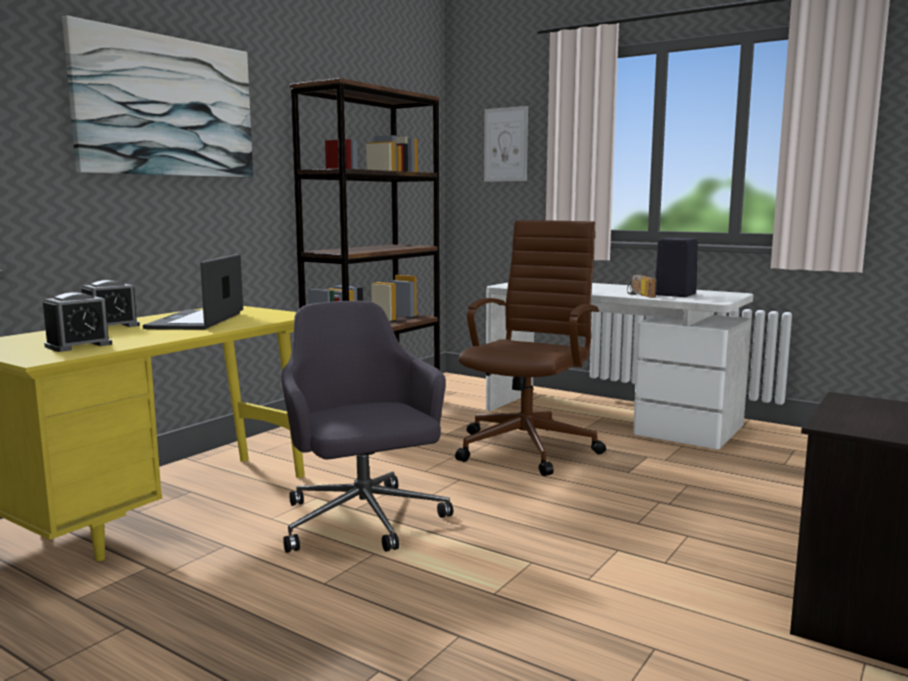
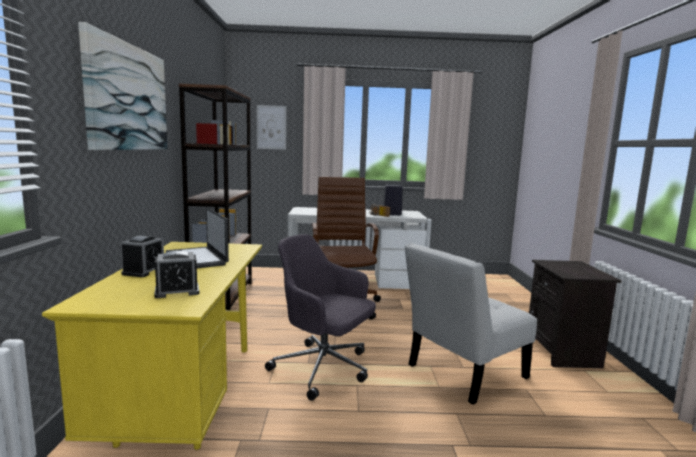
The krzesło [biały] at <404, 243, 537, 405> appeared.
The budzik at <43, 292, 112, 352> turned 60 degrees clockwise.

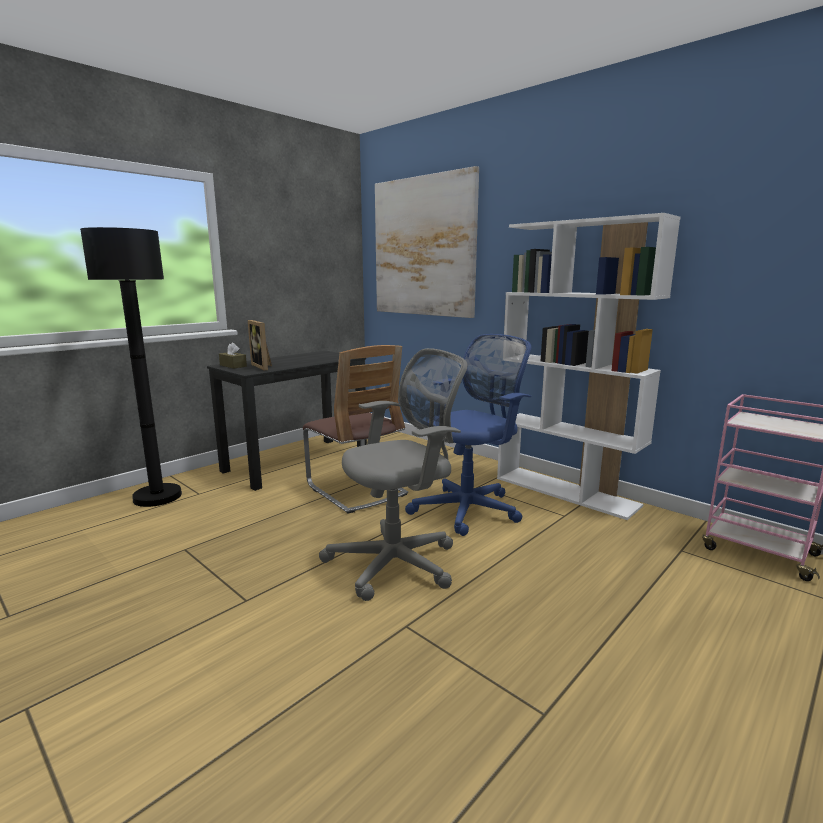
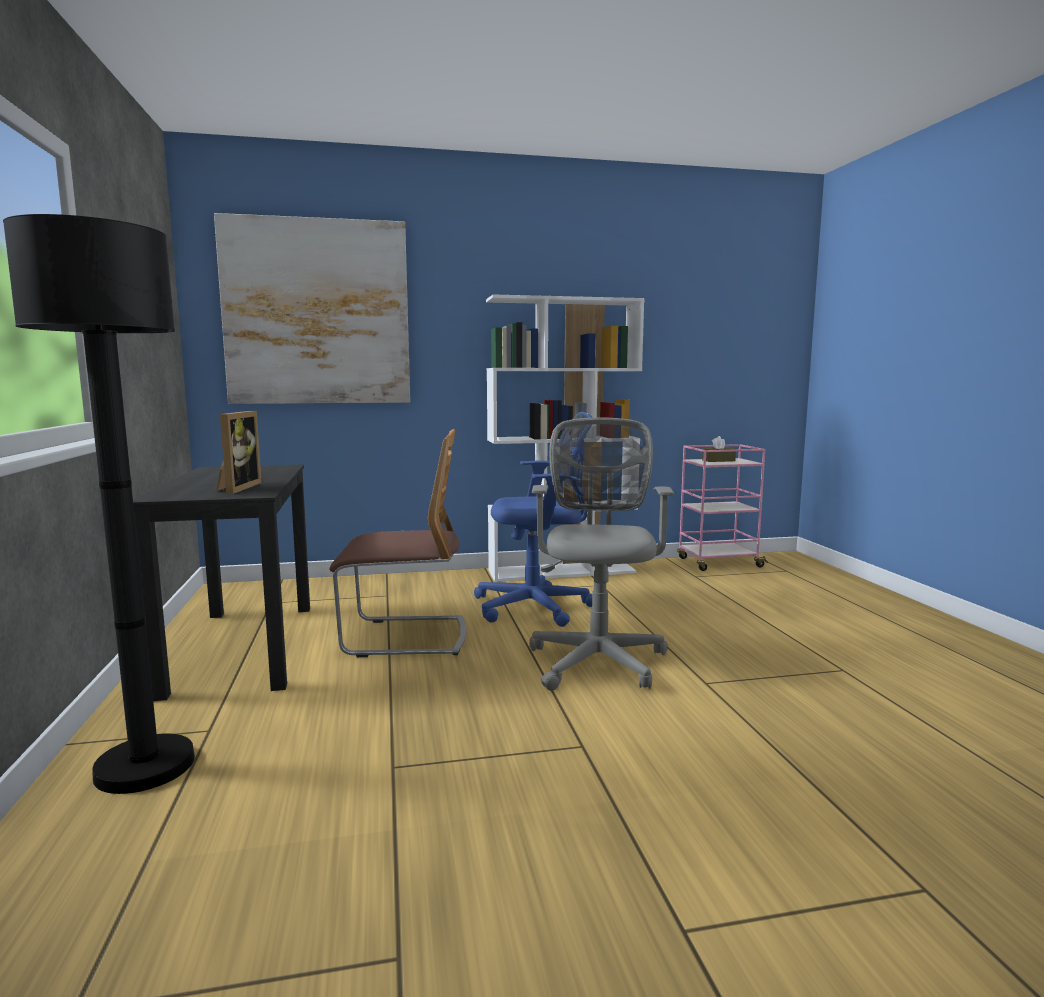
The pudełko chusteczek [brązowy] moved from <219, 342, 247, 369> to <702, 436, 736, 462>.
The ramka na zdjęcie at <248, 320, 272, 371> turned 90 degrees counterclockwise.
The krzesło biurowe [niebieski] at <405, 334, 531, 536> turned 90 degrees clockwise.

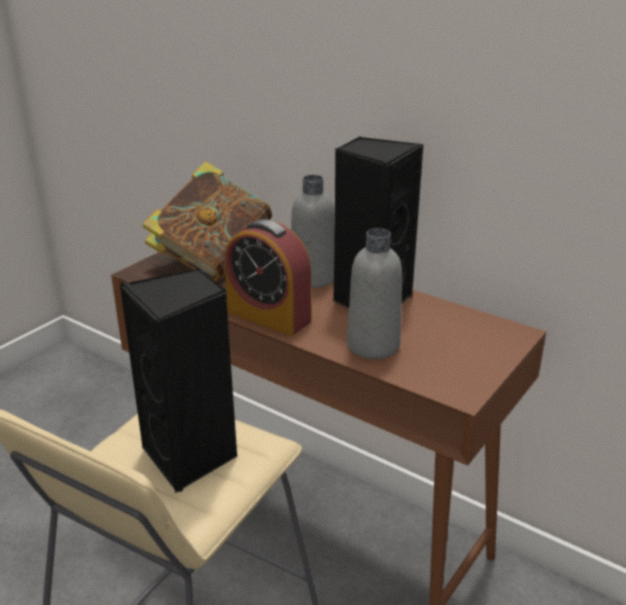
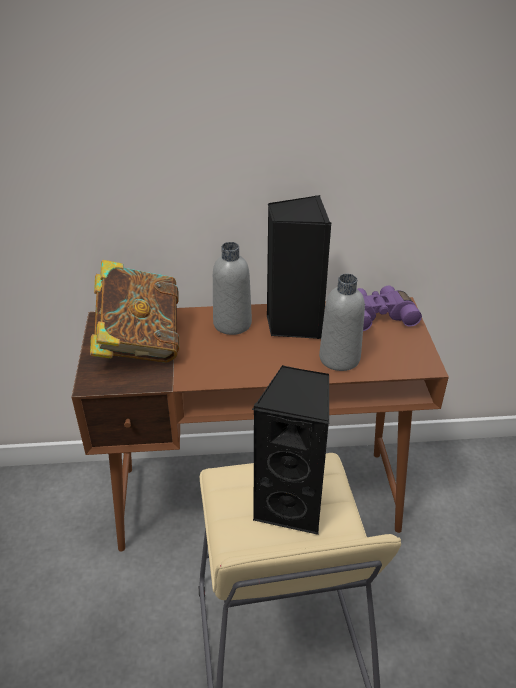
The budzik at <225, 219, 311, 336> disappeared.
The lornetka [fioletowy] at <358, 286, 422, 331> appeared.

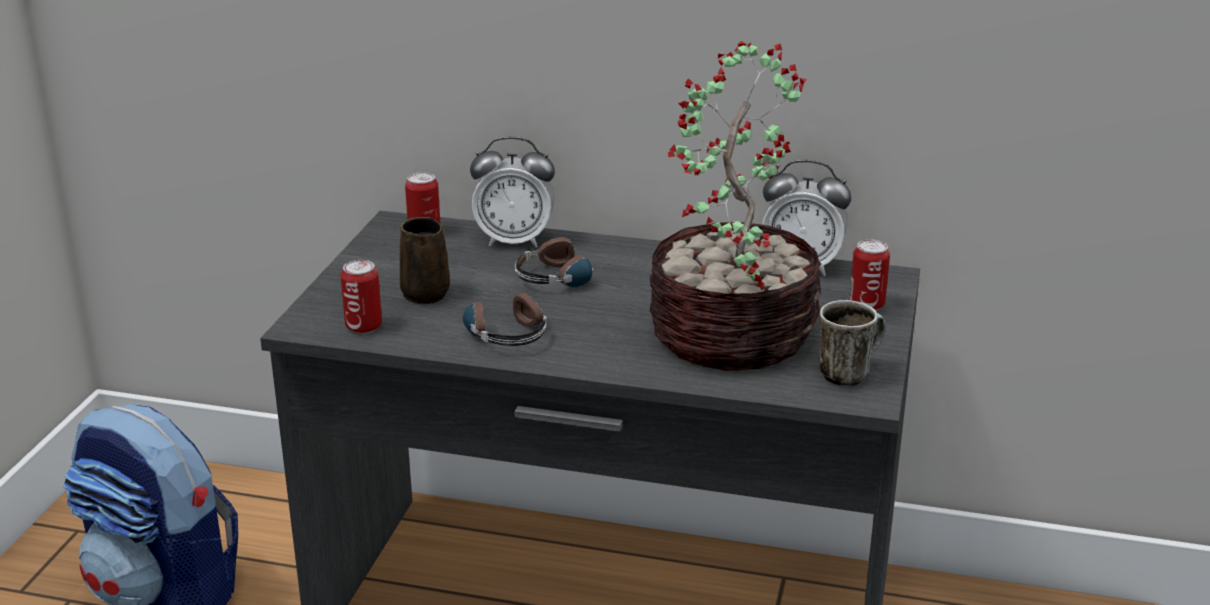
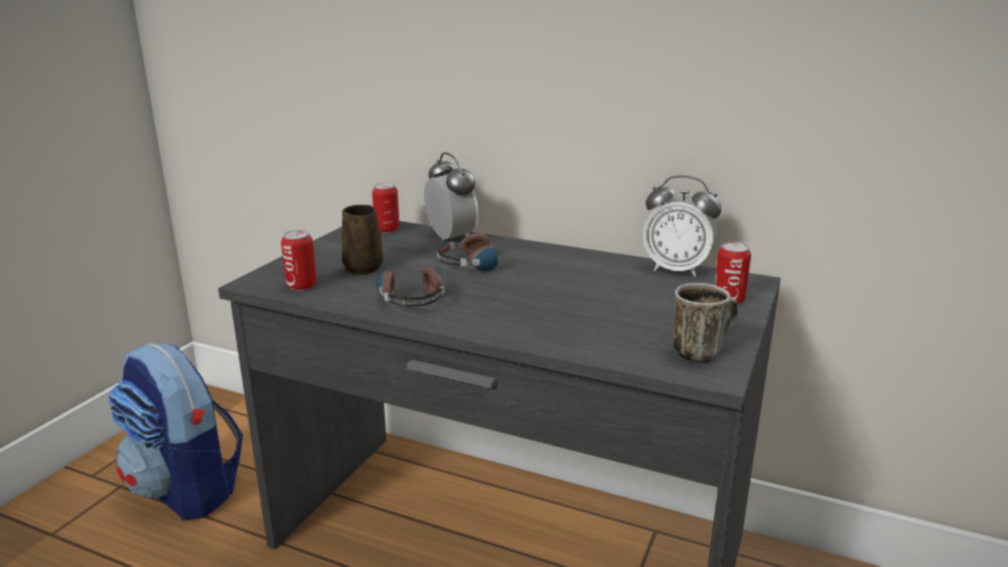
The roślina doniczkowa at <650, 41, 822, 371> disappeared.
The budzik at <470, 136, 555, 248> turned 135 degrees counterclockwise.

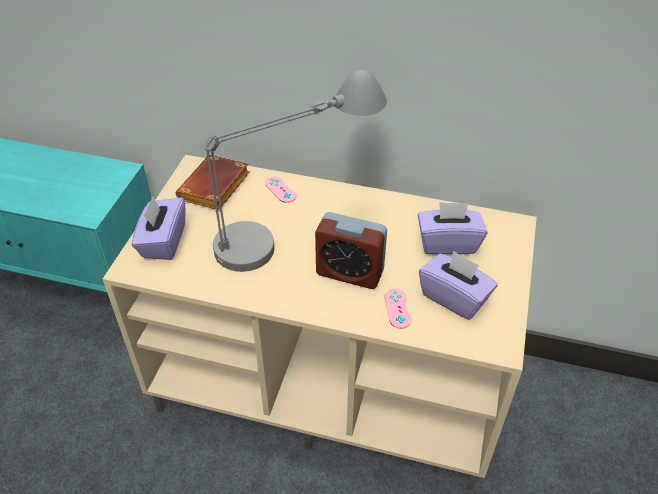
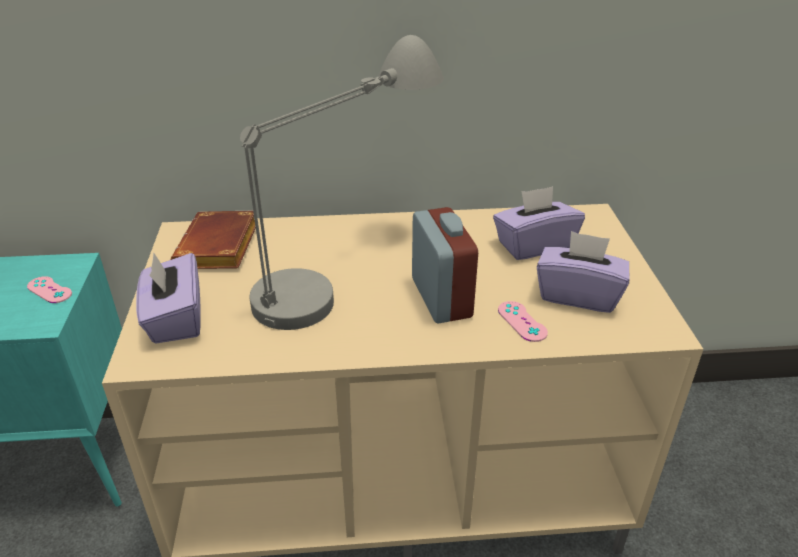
The pad do gier [różowy] moved from <265, 177, 296, 203> to <27, 276, 72, 303>.
The budzik at <315, 212, 387, 289> turned 105 degrees counterclockwise.

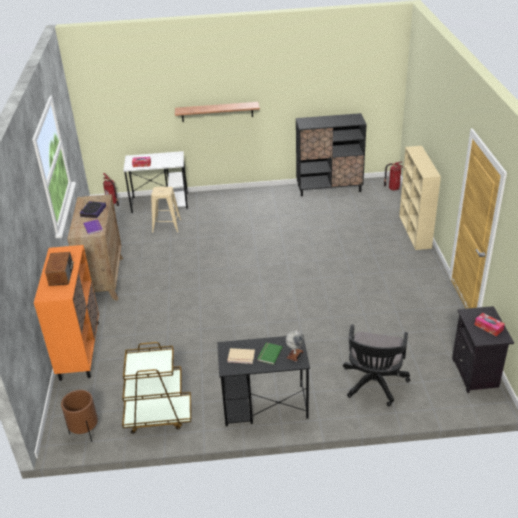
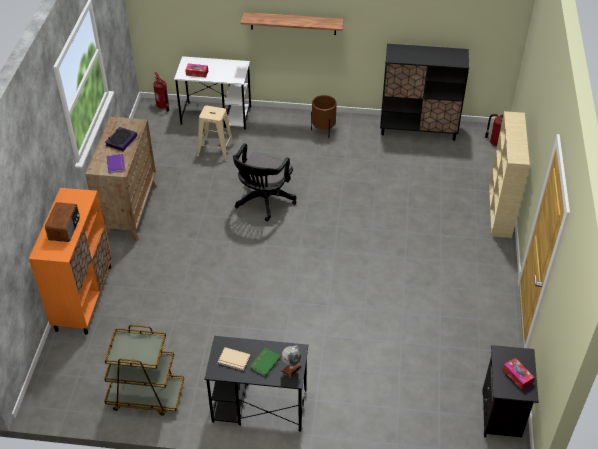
The donica [brązowy] moved from <61, 390, 98, 442> to <311, 95, 337, 133>.
The krzesło biurowe [czarny] moved from <343, 324, 410, 406> to <233, 143, 296, 221>.

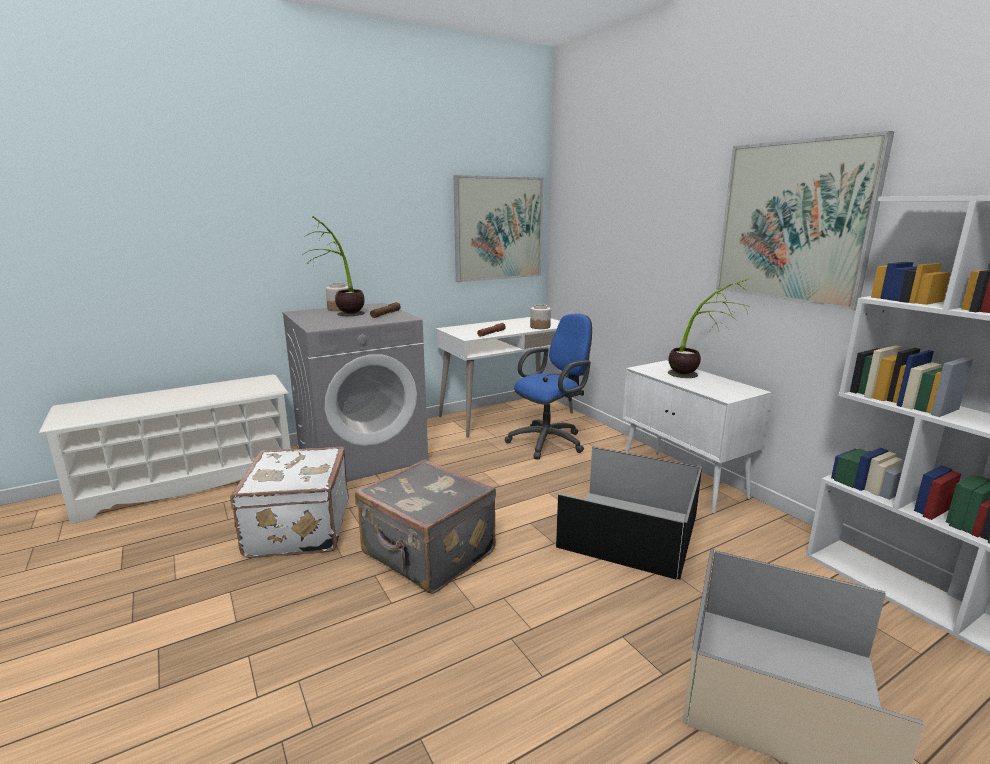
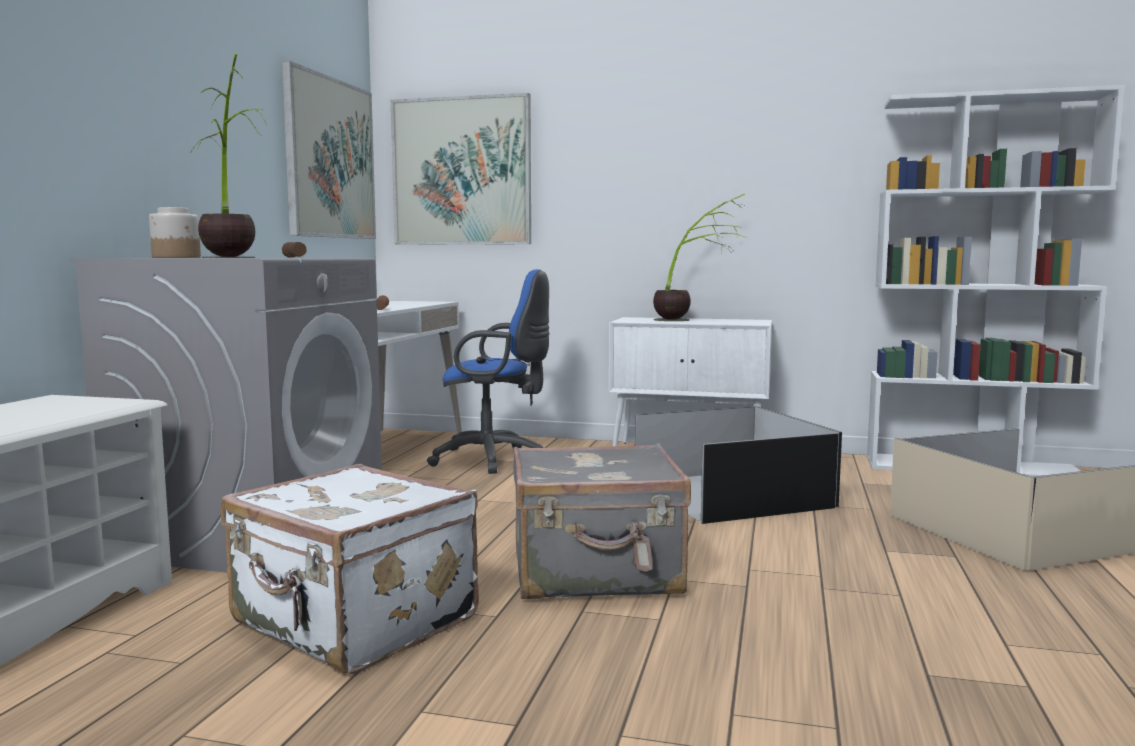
The słoik at <530, 304, 551, 329> disappeared.
The obraz moved from <716, 131, 894, 311> to <391, 93, 531, 245>.
The krzesło biurowe [niebieski] at <505, 314, 592, 460> turned 90 degrees clockwise.

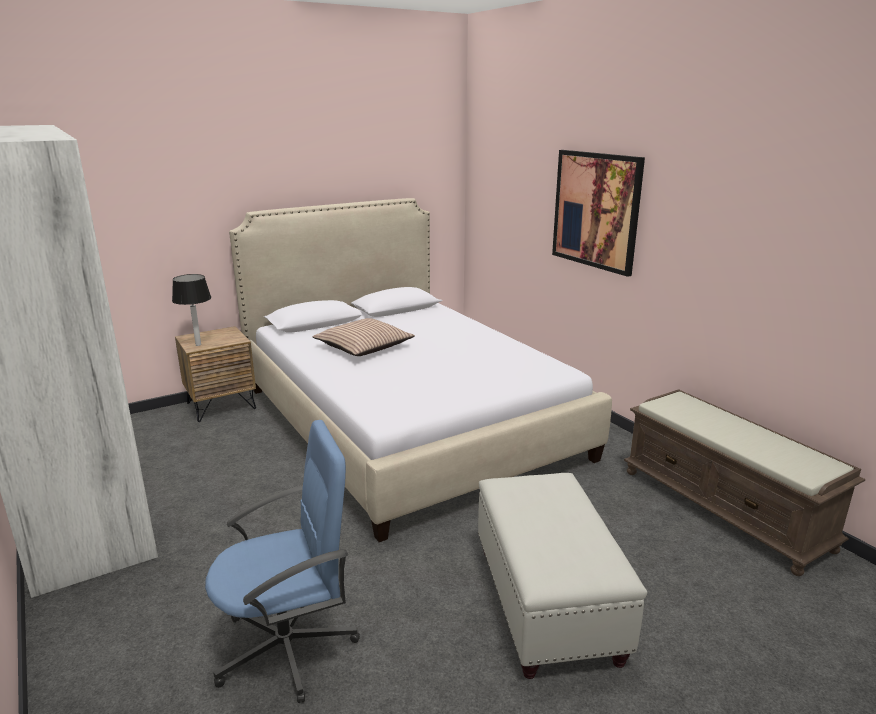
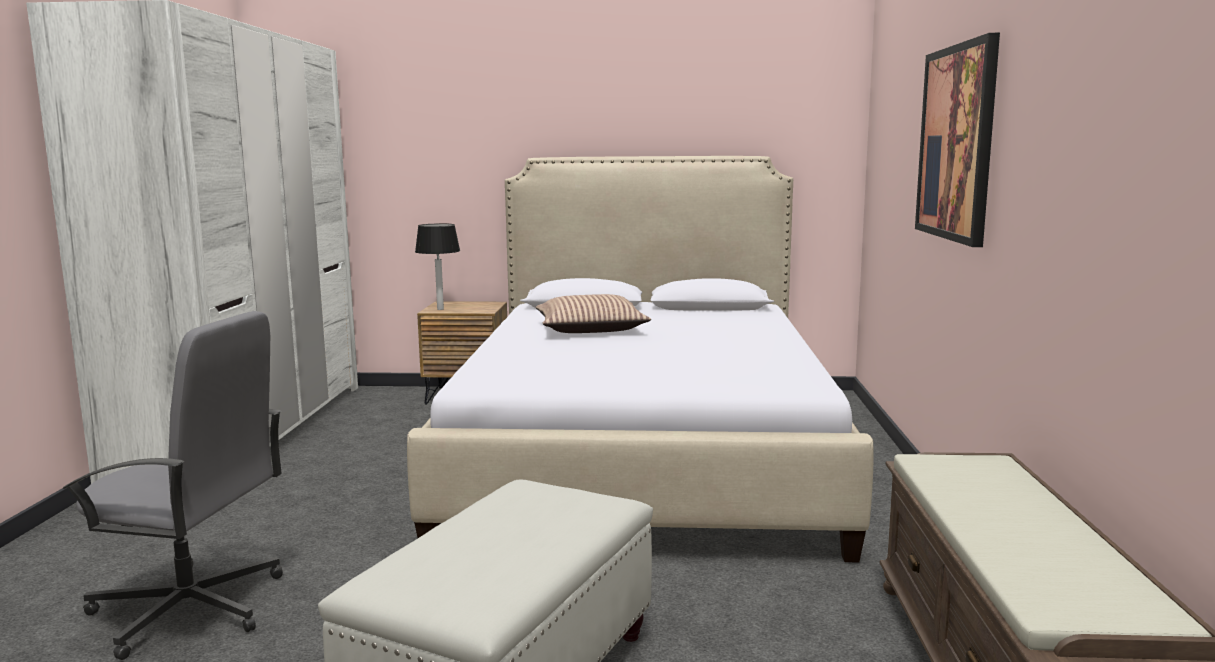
The krzesło biurowe [niebieski] at <205, 420, 360, 703> became the krzesło biurowe [szary] at <62, 311, 283, 660>.

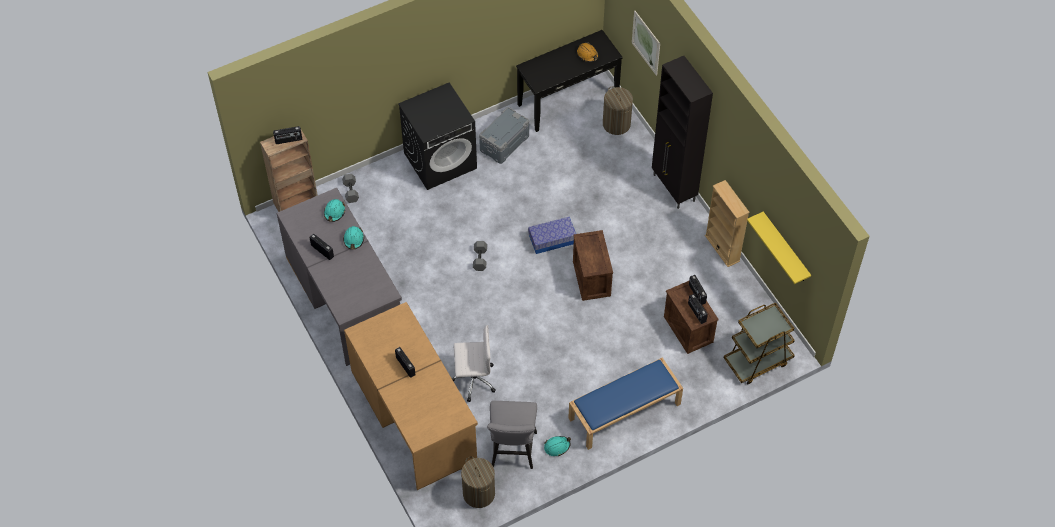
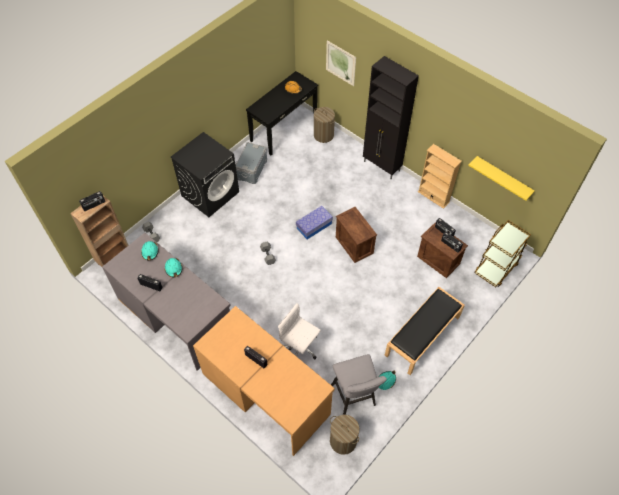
The ławka [niebieski] at <568, 357, 683, 450> became the ławka [czarny] at <385, 287, 465, 375>.
The krzesło biurowe [biały] at <452, 325, 496, 402> turned 120 degrees counterclockwise.

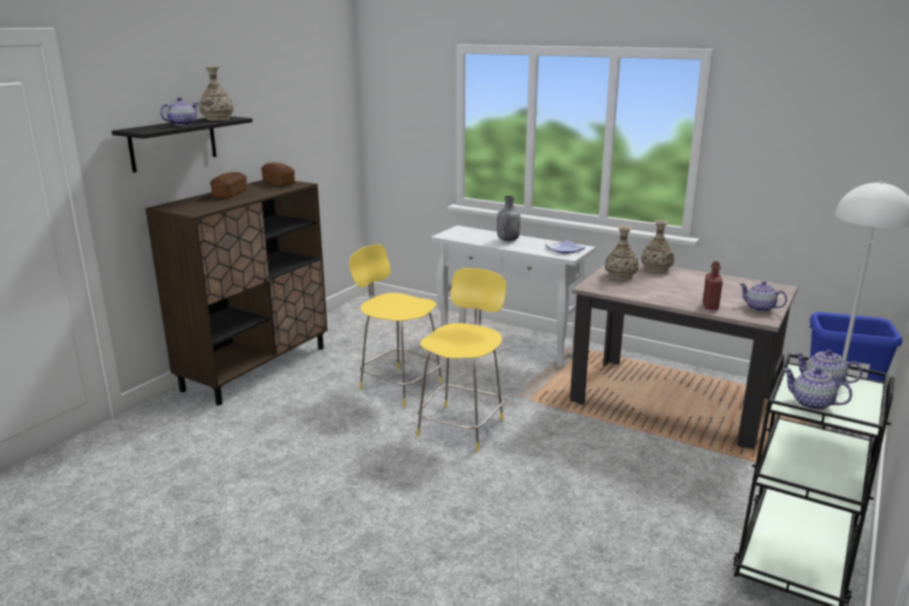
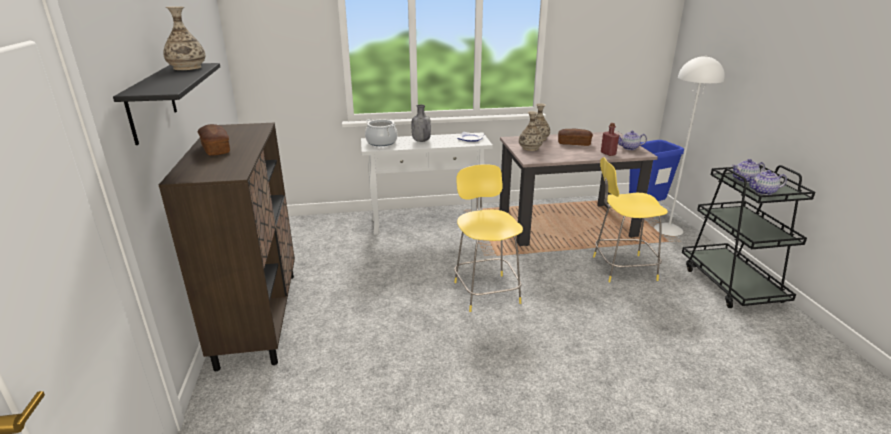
The imbryk at <160, 97, 199, 126> disappeared.
The garnek at <365, 119, 397, 146> appeared.
The chleb moved from <261, 162, 295, 186> to <558, 129, 593, 146>.
The stołek [żółty] moved from <349, 244, 443, 406> to <593, 157, 668, 282>.

